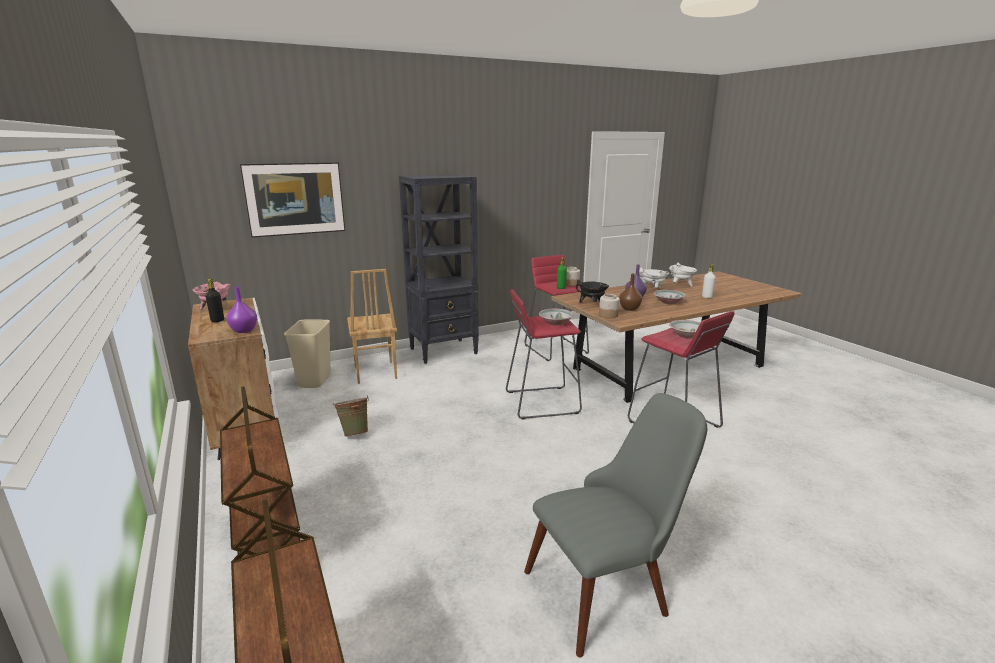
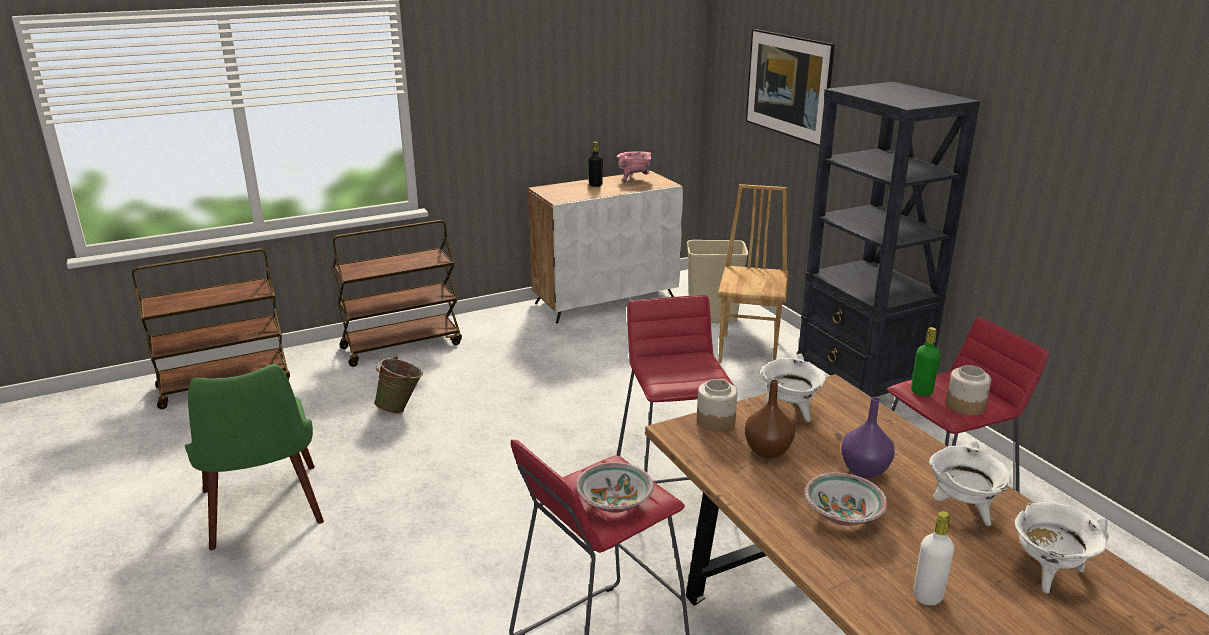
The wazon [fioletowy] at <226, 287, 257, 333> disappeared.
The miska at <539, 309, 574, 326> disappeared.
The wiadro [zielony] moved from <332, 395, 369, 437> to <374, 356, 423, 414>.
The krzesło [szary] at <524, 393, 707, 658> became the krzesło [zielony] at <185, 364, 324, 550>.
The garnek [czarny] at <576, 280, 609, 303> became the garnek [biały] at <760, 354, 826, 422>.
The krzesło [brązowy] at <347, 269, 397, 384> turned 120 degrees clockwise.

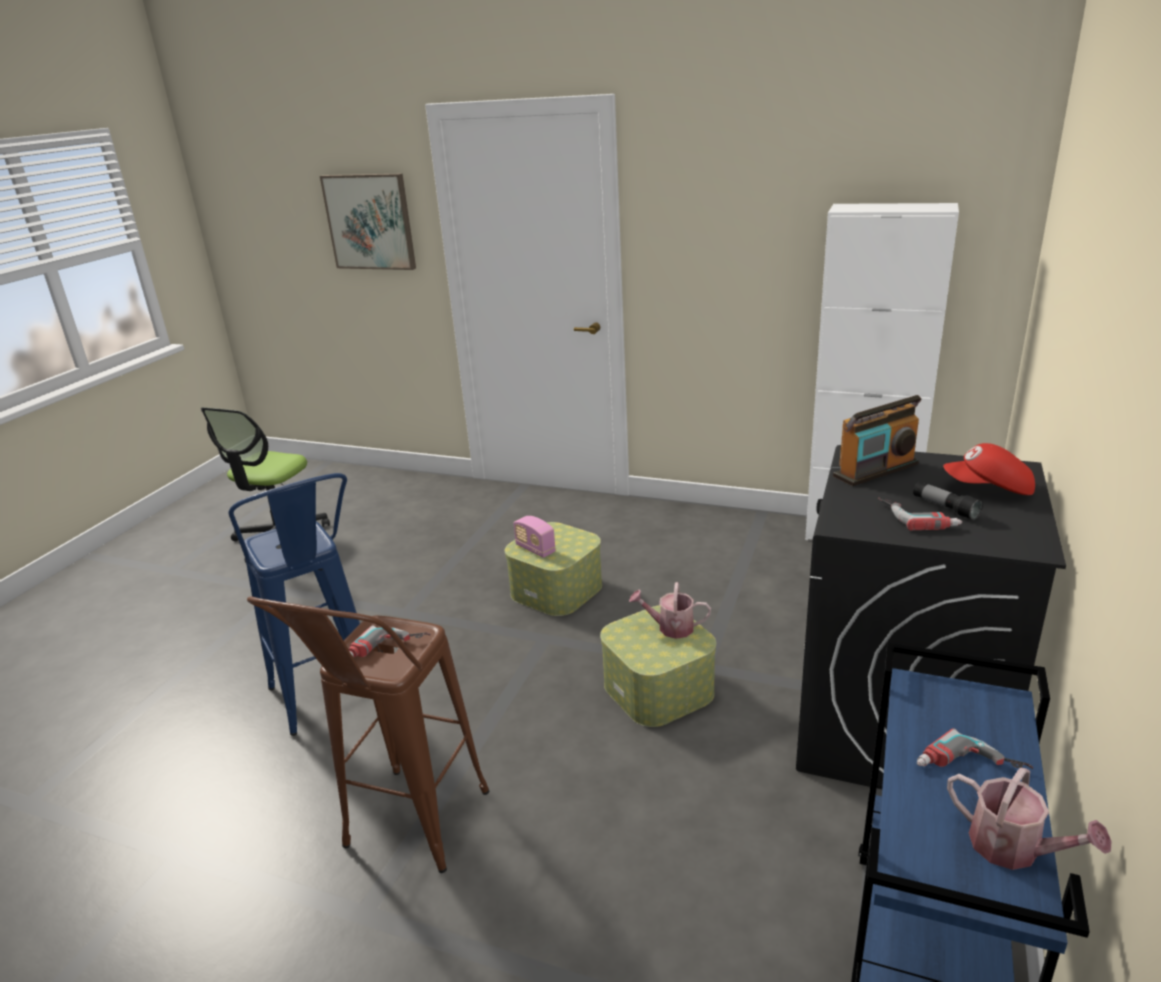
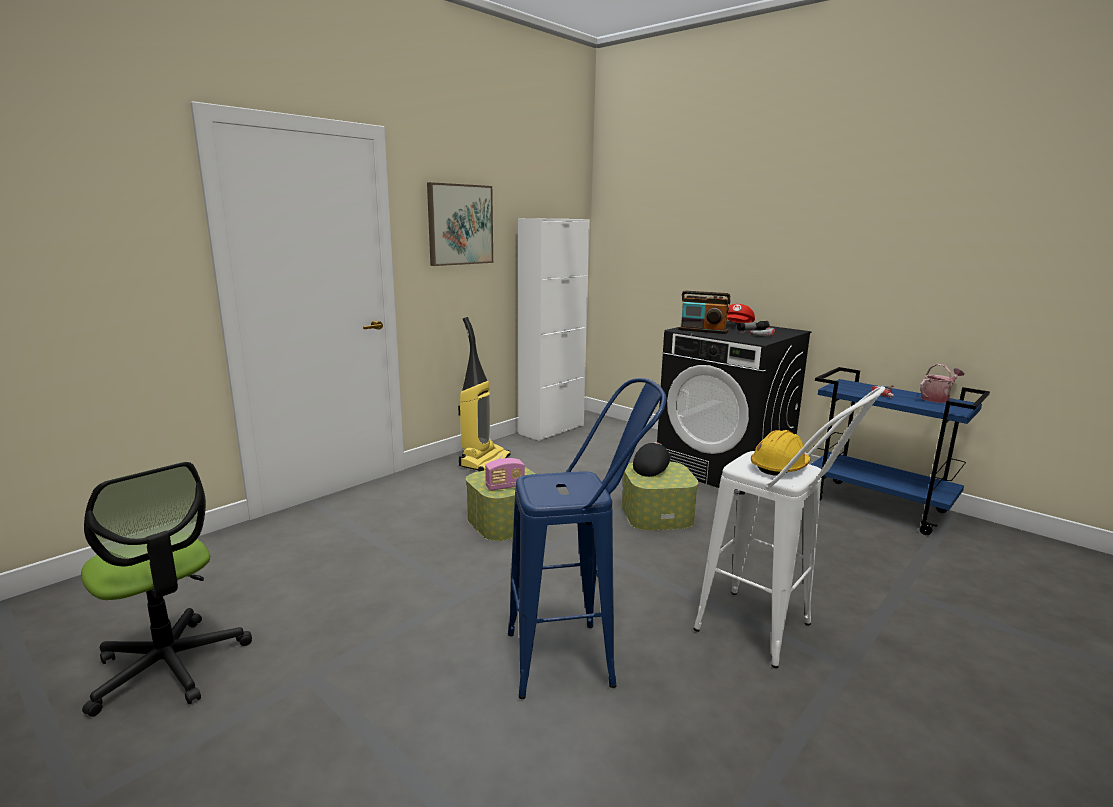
The odkurzacz at <458, 317, 511, 471> appeared.
The obraz moved from <320, 174, 416, 270> to <427, 182, 493, 266>.
The wiertarka at <349, 625, 431, 657> was replaced by the kask [żółty] at <751, 430, 811, 476>.
The konewka at <629, 582, 711, 639> was replaced by the czapka z daszkiem [czarny] at <633, 442, 671, 477>.
The stołek [brązowy] at <247, 596, 489, 873> became the stołek [biały] at <694, 386, 886, 668>.
The radio at <833, 395, 921, 487> turned 120 degrees clockwise.

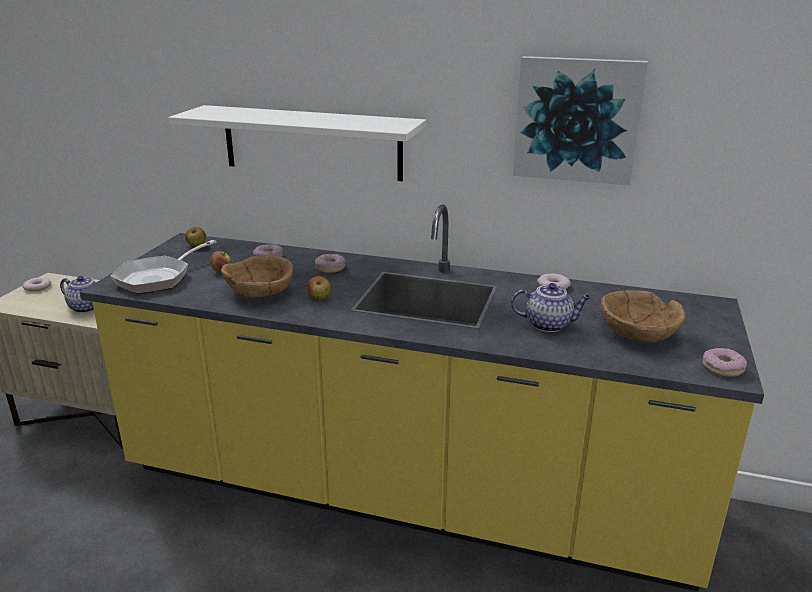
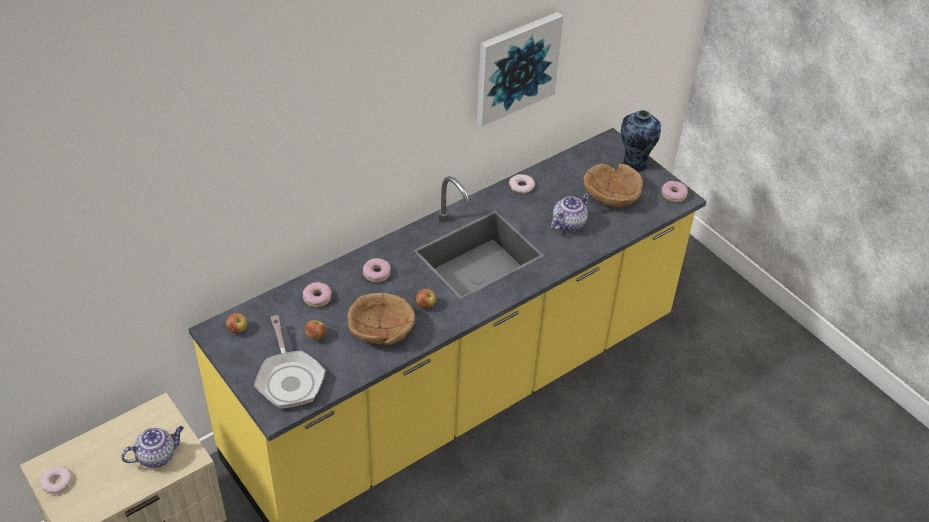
The półka [biały] at <168, 105, 426, 181> disappeared.
The wazon at <621, 110, 661, 172> appeared.

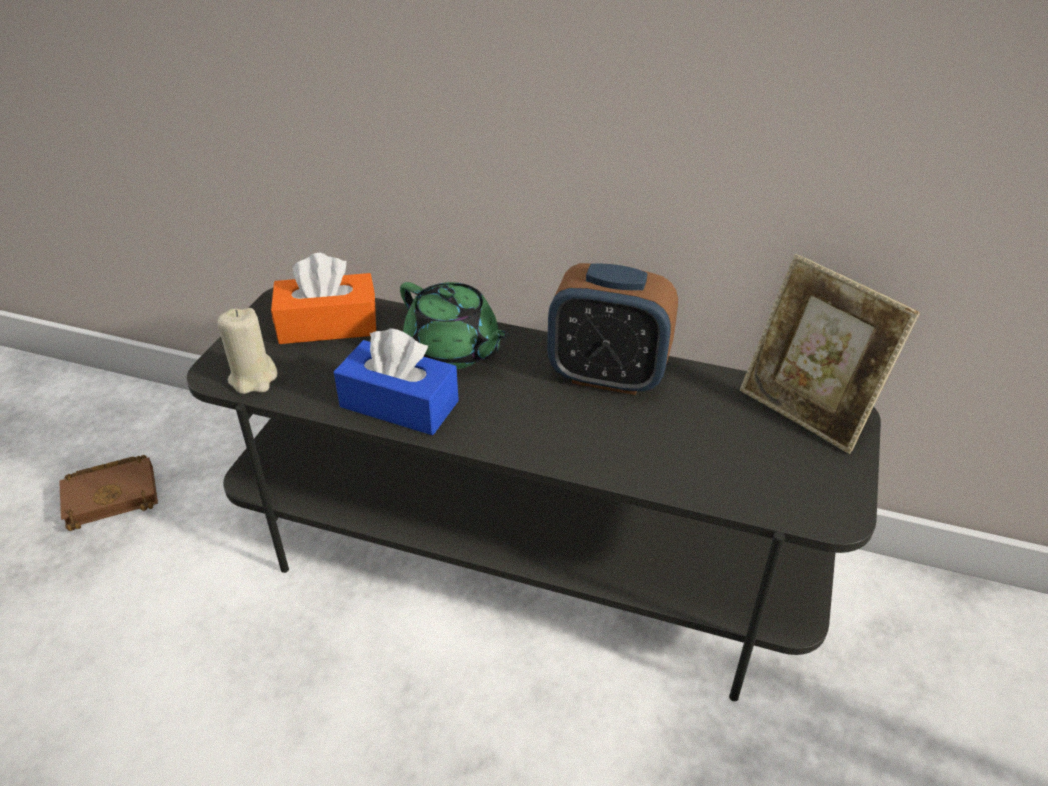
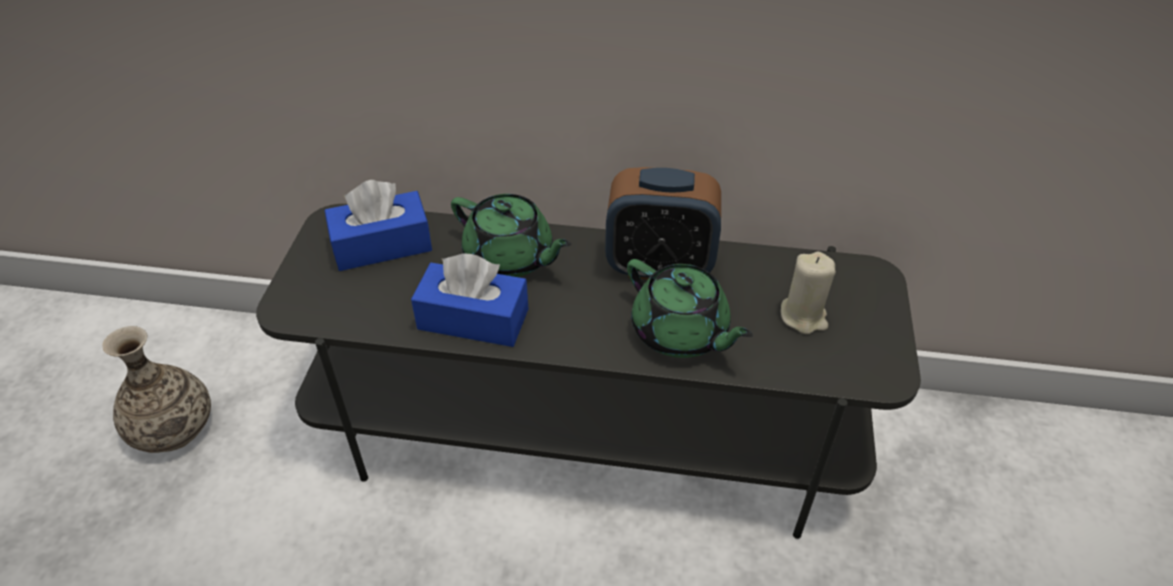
The ramka na zdjęcie at <740, 254, 920, 454> disappeared.
The imbryk [zielony] at <627, 259, 753, 358> appeared.
The świeca [beżowy] moved from <217, 308, 277, 394> to <781, 252, 836, 334>.
The książka [brązowy] at <59, 455, 158, 531> was replaced by the wazon at <102, 326, 211, 453>.
The pudełko chusteczek [pomarańczowy] at <271, 253, 376, 344> became the pudełko chusteczek [niebieski] at <324, 180, 432, 271>.

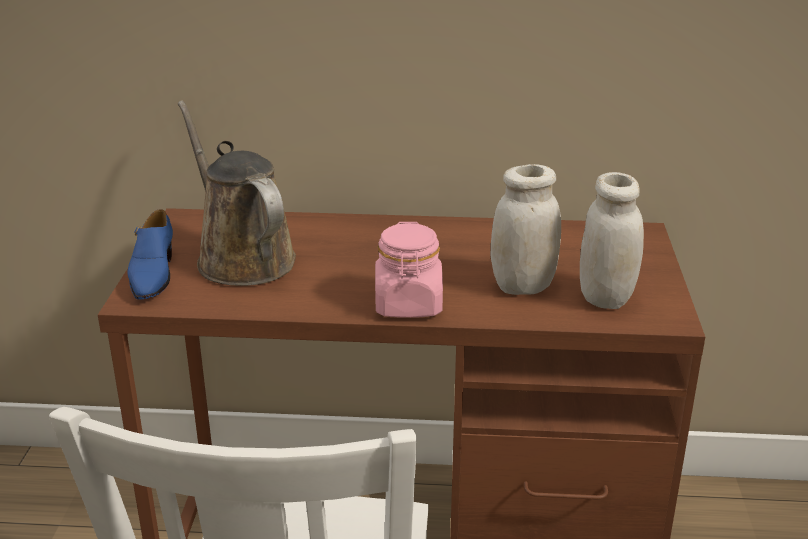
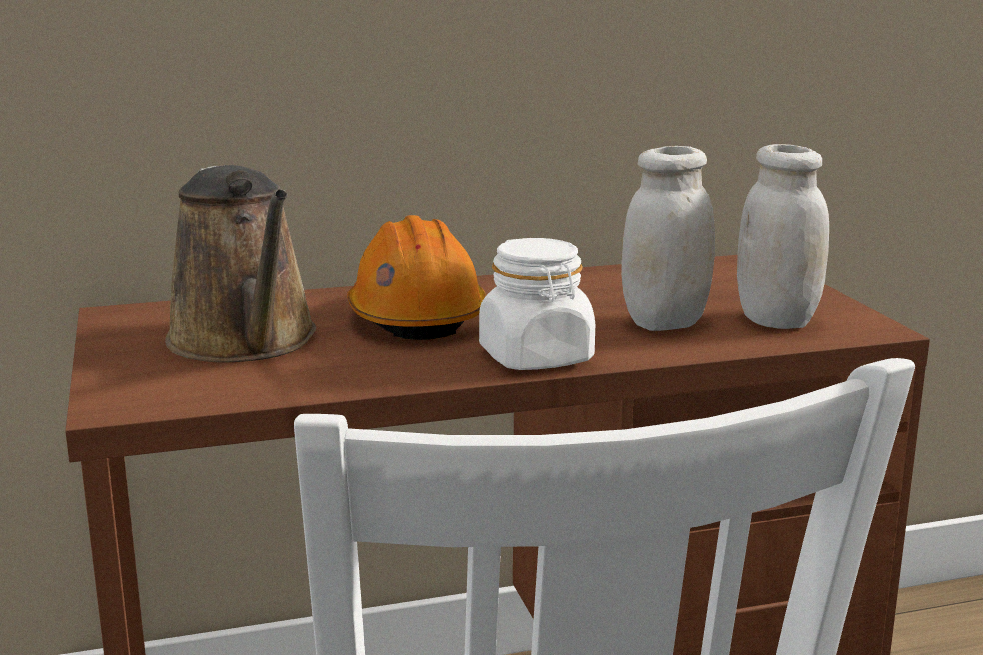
The but [niebieski] at <127, 209, 173, 300> disappeared.
The kask [pomarańczowy] at <347, 215, 486, 340> appeared.
The słoik [różowy] at <375, 222, 443, 318> became the słoik [biały] at <479, 238, 595, 370>.
The konewka [brązowy] at <178, 100, 296, 286> turned 150 degrees counterclockwise.

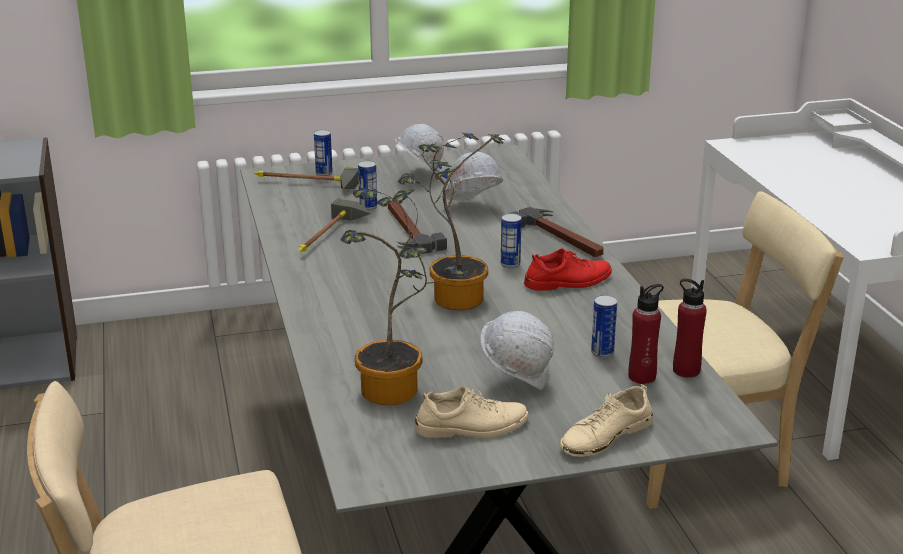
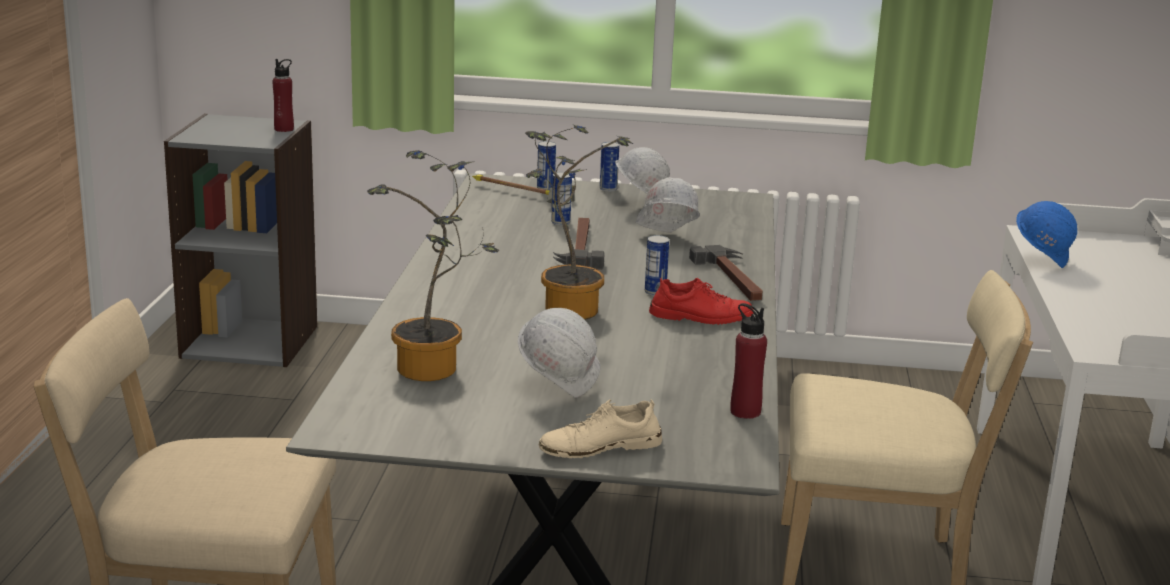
The młotek at <299, 198, 371, 252> disappeared.
The but [beżowy] at <414, 386, 529, 438> disappeared.
The kask [niebieski] at <1016, 201, 1077, 268> appeared.
The puszka moved from <591, 295, 617, 358> to <600, 142, 619, 192>.
The butelka [czerwony] moved from <628, 284, 664, 384> to <272, 59, 294, 132>.

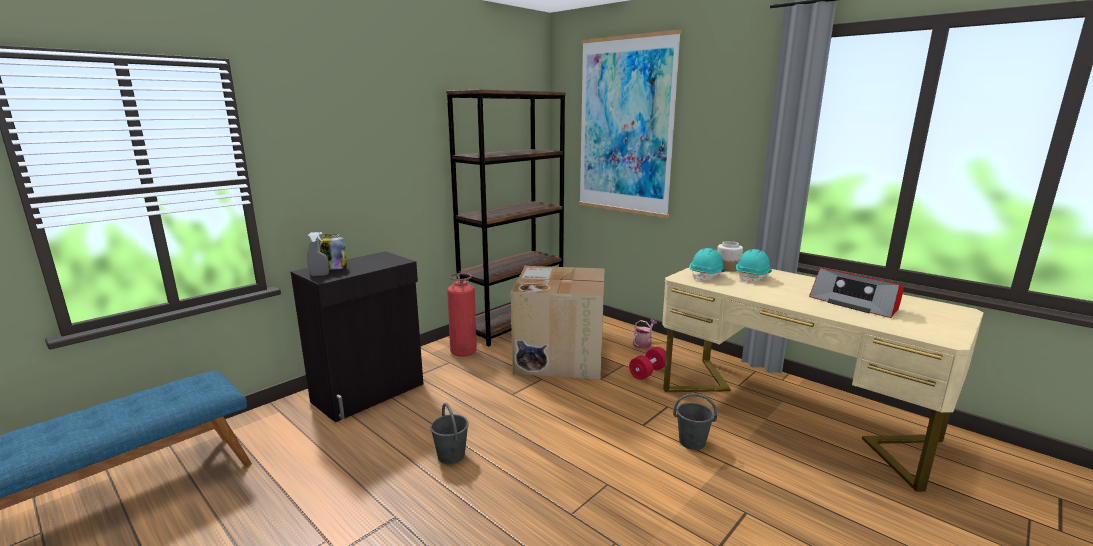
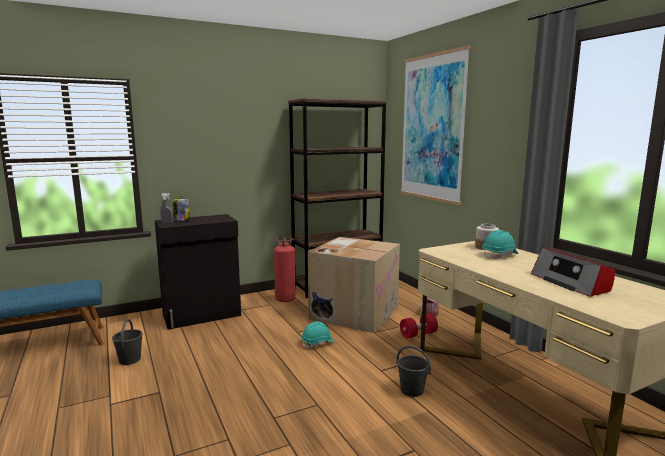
The wiadro [szary] moved from <430, 403, 469, 464> to <112, 319, 143, 365>.
The kask [turkusowy] moved from <690, 248, 725, 282> to <301, 321, 335, 349>.

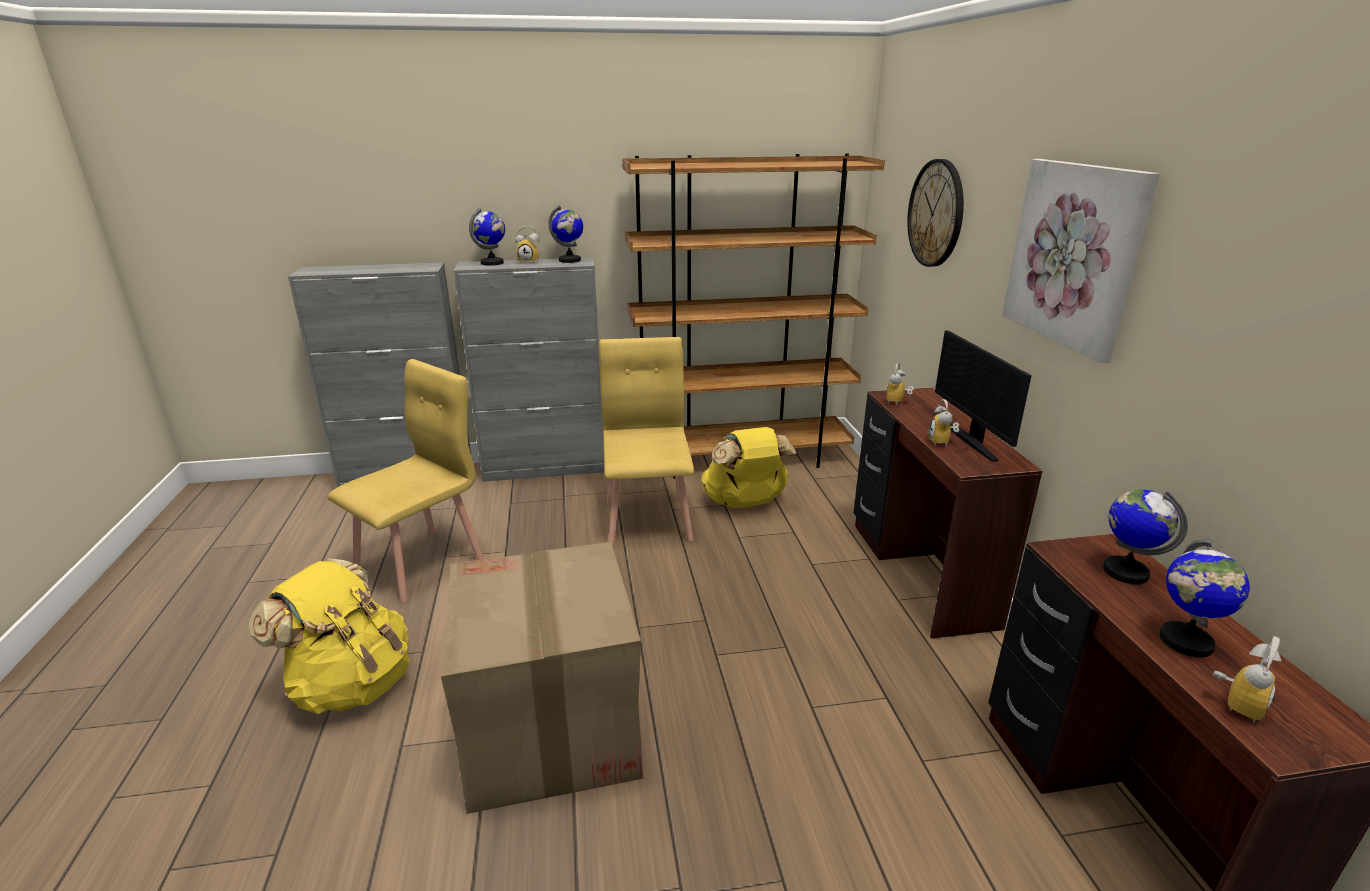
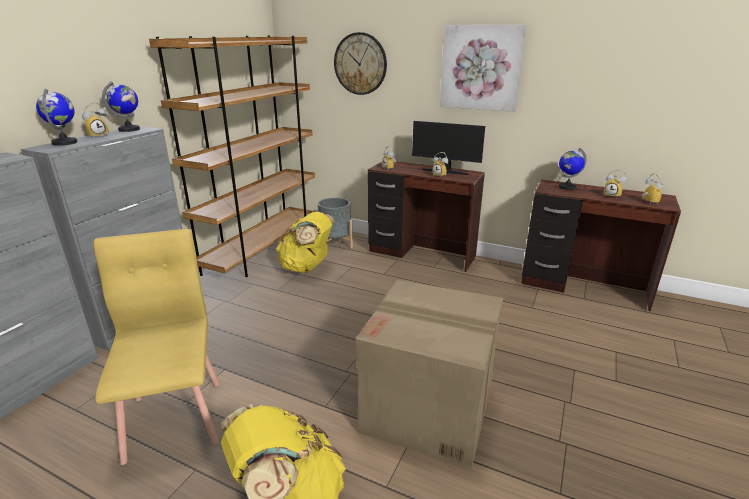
The krzesło [żółty] at <599, 337, 694, 546> disappeared.
The donica [szary] at <318, 197, 353, 248> appeared.
The globus at <1159, 538, 1250, 658> was replaced by the budzik at <604, 170, 627, 198>.

